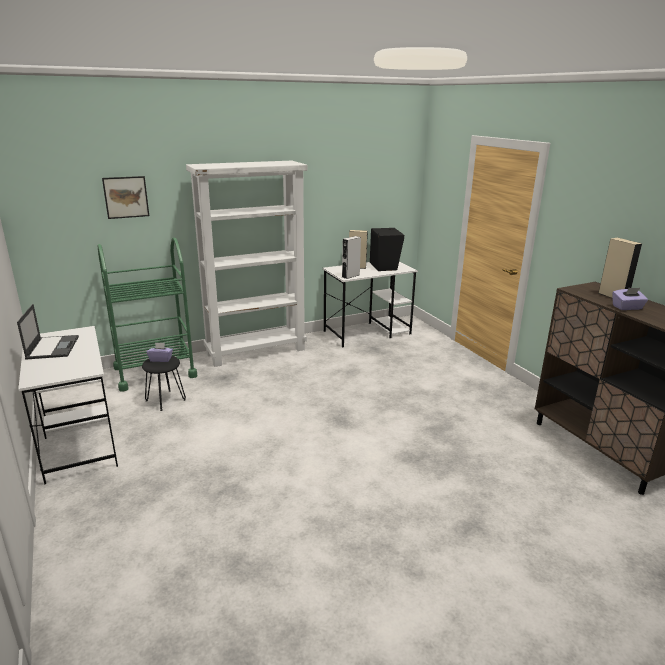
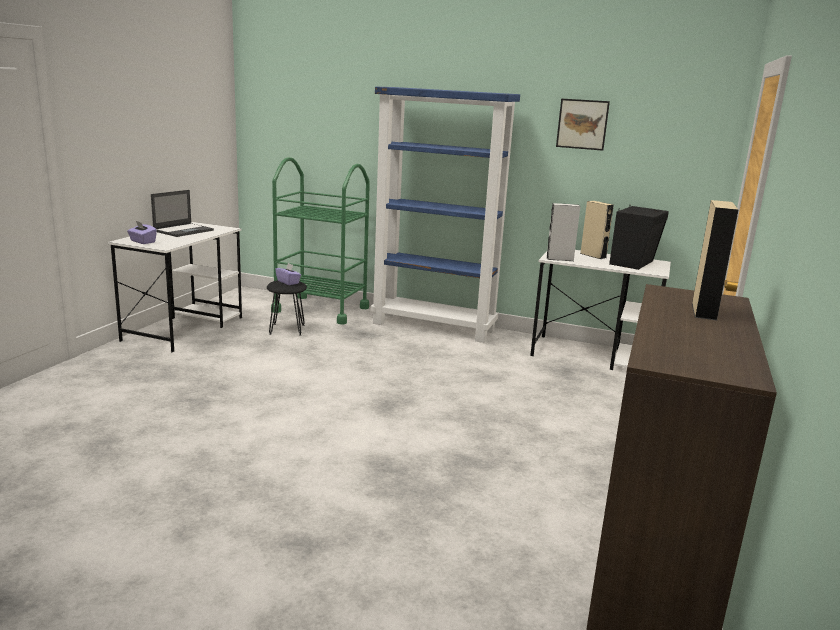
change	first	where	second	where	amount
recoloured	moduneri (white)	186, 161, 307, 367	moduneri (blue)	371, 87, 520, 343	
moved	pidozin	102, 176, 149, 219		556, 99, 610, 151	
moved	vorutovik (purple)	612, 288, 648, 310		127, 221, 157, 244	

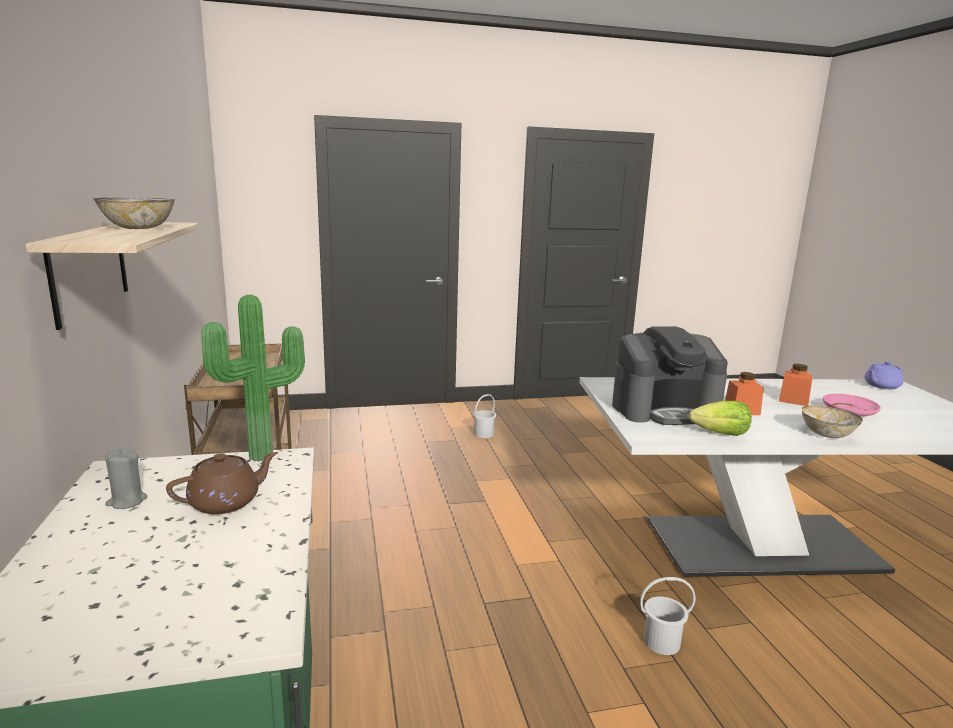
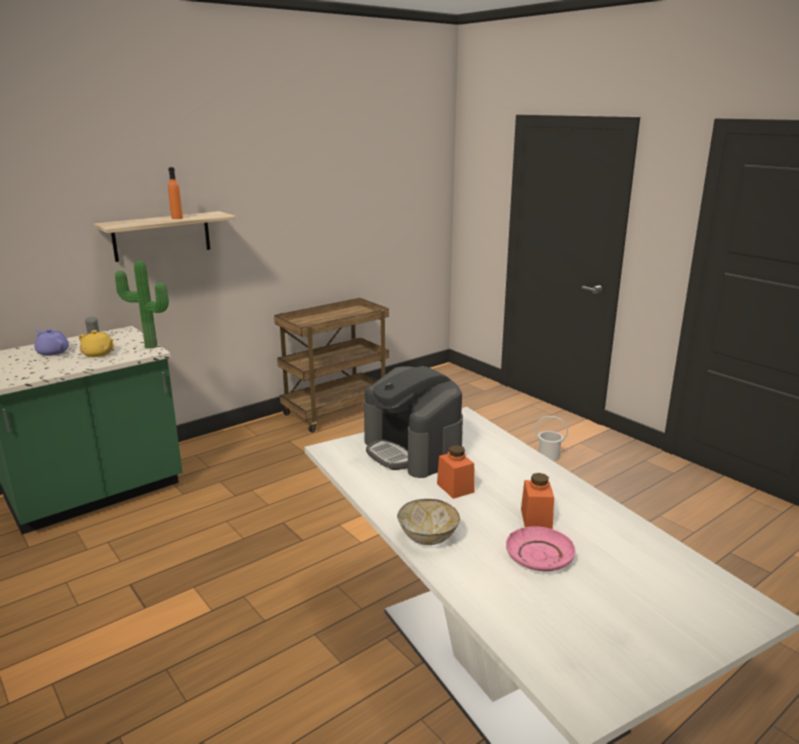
change	first	where	second	where	amount
replaced	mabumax	93, 197, 175, 229	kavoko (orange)	168, 167, 183, 219	
moved	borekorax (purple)	865, 361, 904, 389		34, 329, 69, 356	
removed	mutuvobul	689, 401, 752, 436			
recoloured	borekorax (brown)	166, 452, 278, 515	borekorax (yellow)	79, 330, 114, 357	
removed	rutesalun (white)	640, 577, 695, 655			

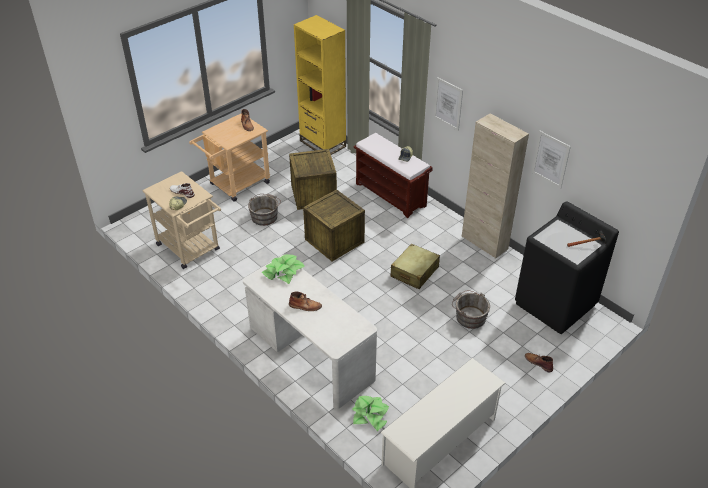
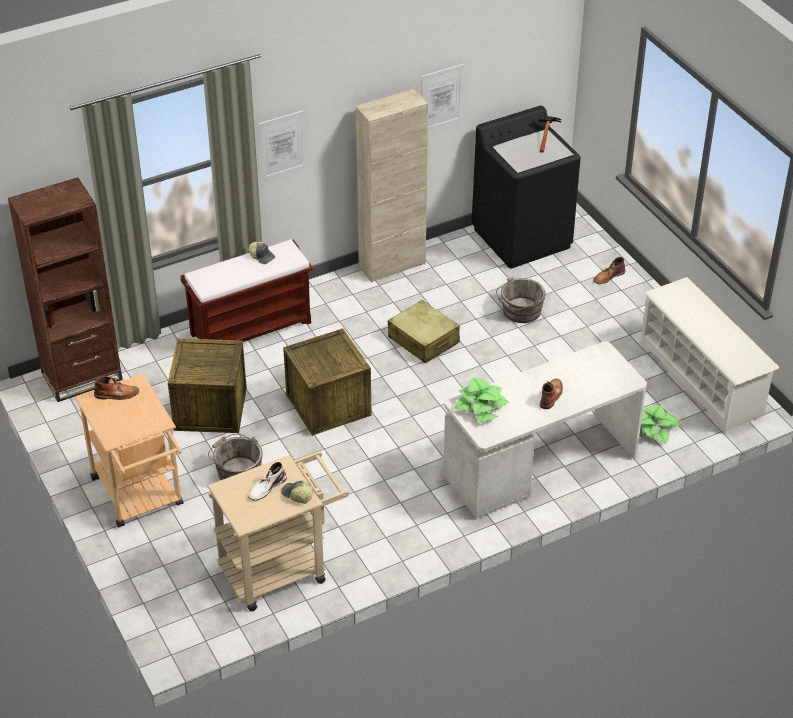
change	first	where	second	where	amount
recoloured	moduneri (yellow)	294, 15, 346, 155	moduneri (brown)	8, 178, 123, 402	

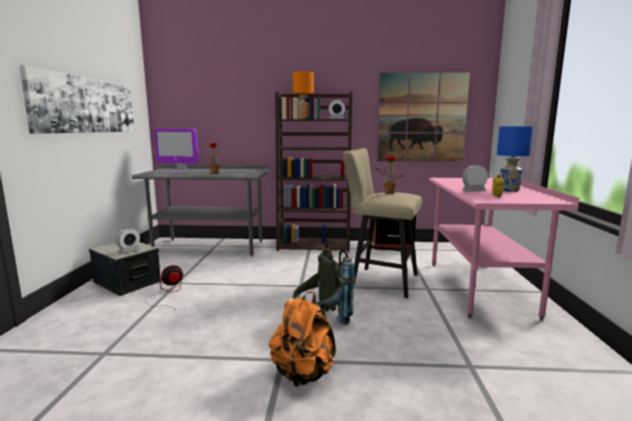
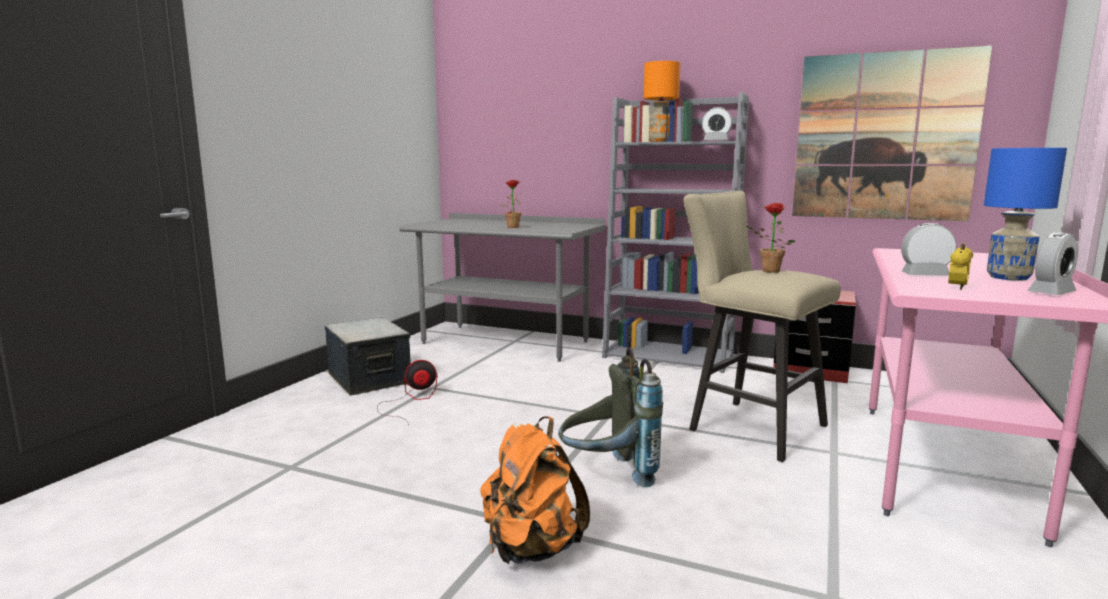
change	first	where	second	where	amount
removed	pidozin	19, 65, 134, 134			
recoloured	moduneri (brown)	275, 92, 352, 252	moduneri (grey)	602, 92, 749, 373	
removed	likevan	154, 129, 199, 173			
moved	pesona	116, 228, 140, 254		1028, 233, 1078, 295	

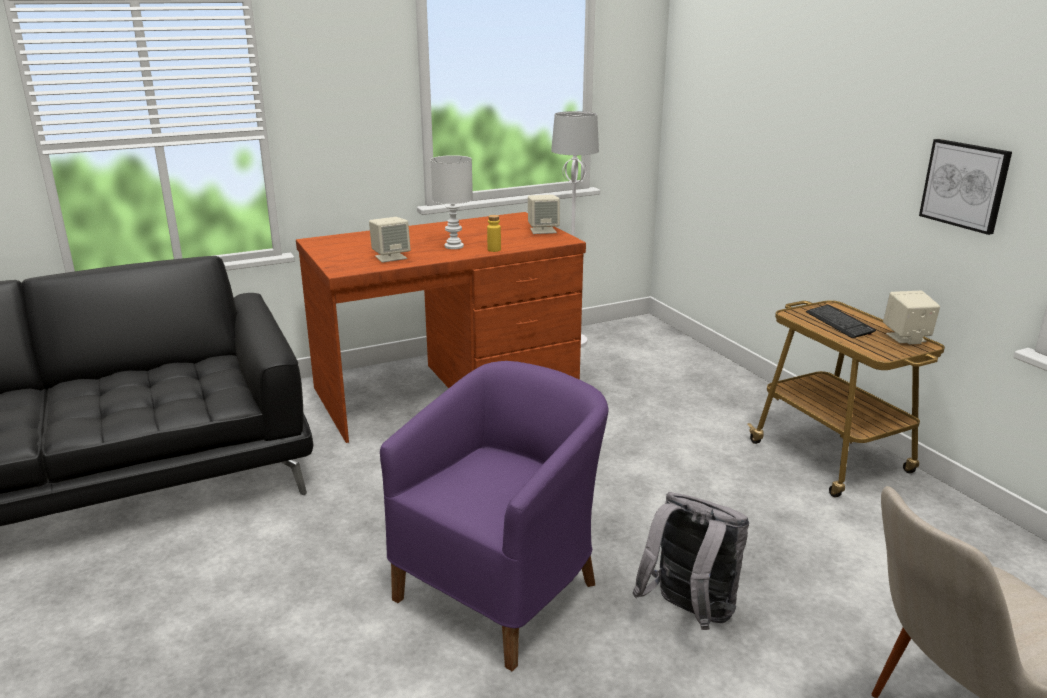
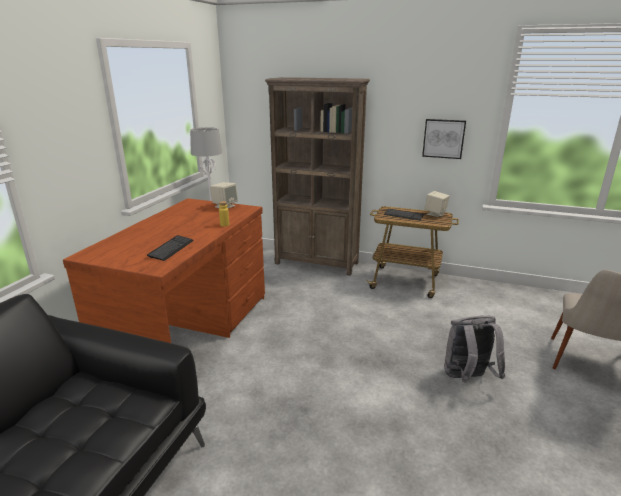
change	first	where	second	where	amount
removed	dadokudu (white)	430, 155, 473, 249			
replaced	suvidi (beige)	369, 217, 411, 263	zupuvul	147, 235, 194, 261	
removed	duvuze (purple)	380, 361, 609, 671			
added			moduneri (brown)	265, 77, 370, 276	

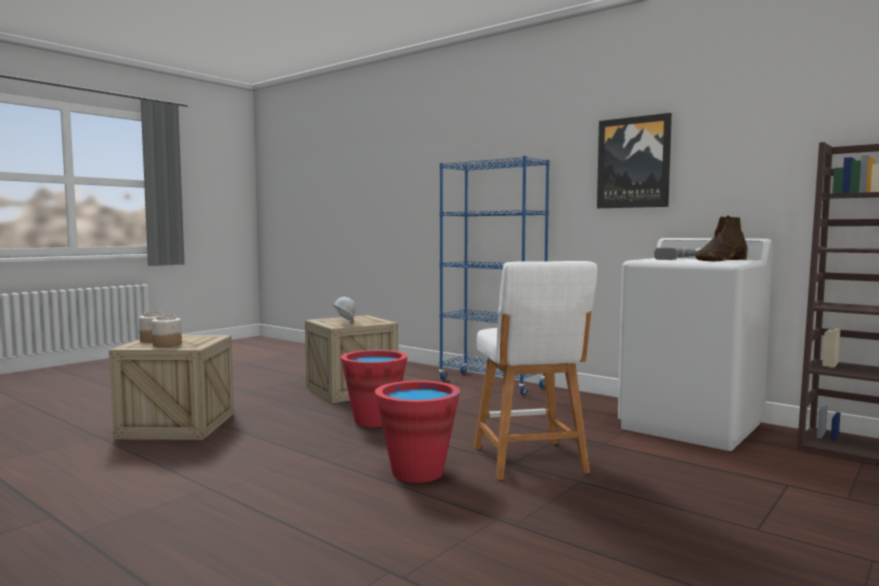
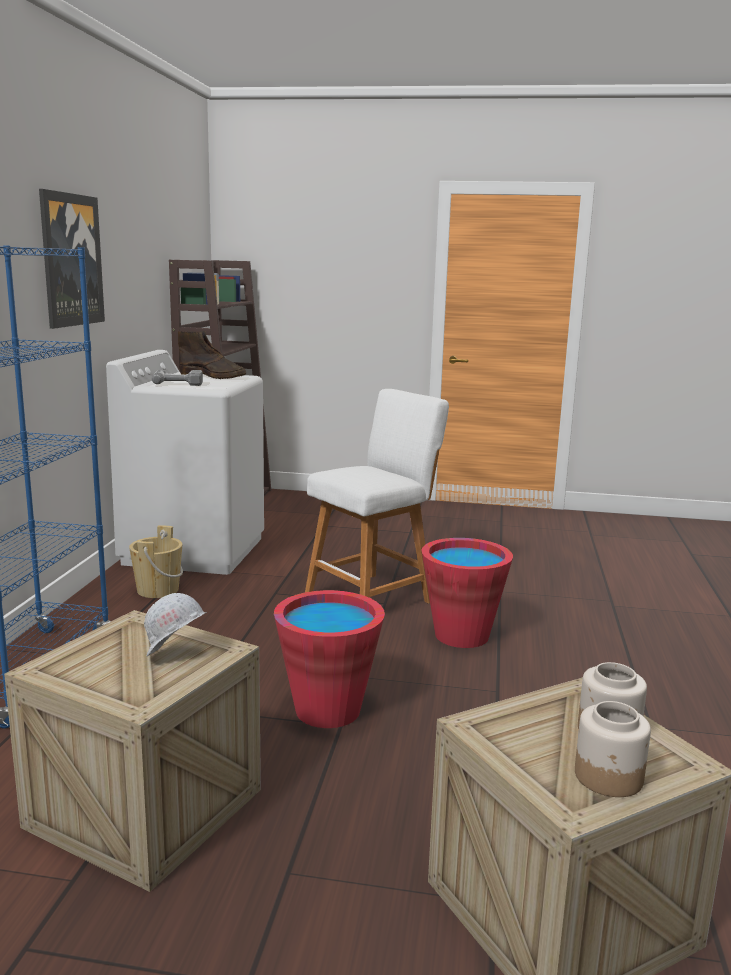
change	first	where	second	where	amount
added			rutesalun (beige)	129, 525, 183, 598	

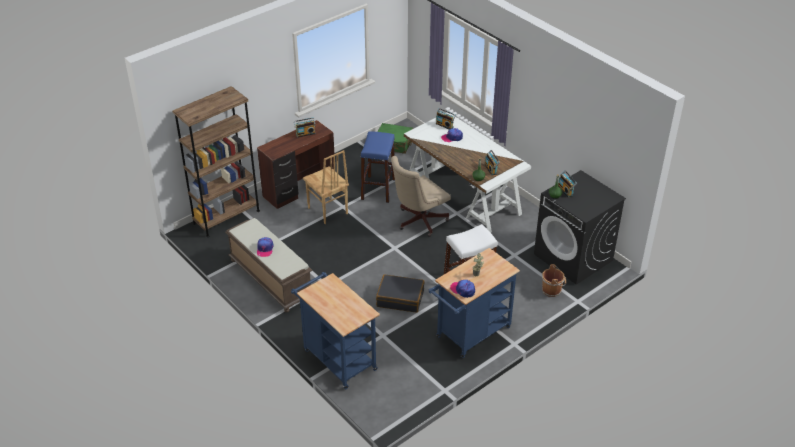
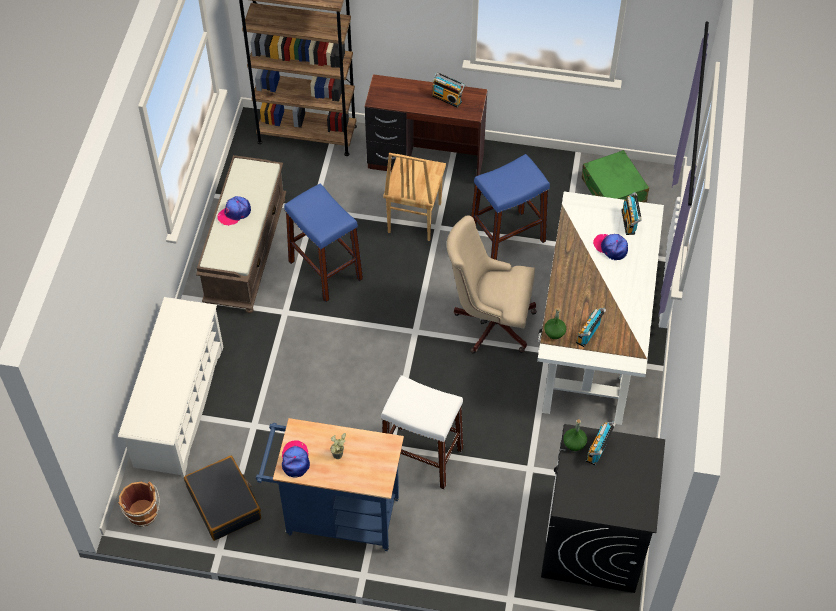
change	first	where	second	where	amount
moved	rutesalun (brown)	542, 264, 566, 297		118, 481, 160, 527	
replaced	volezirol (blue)	291, 272, 380, 389	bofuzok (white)	118, 297, 223, 478	
moved	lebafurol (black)	376, 274, 425, 313		184, 456, 261, 541	
added			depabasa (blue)	284, 183, 363, 302	

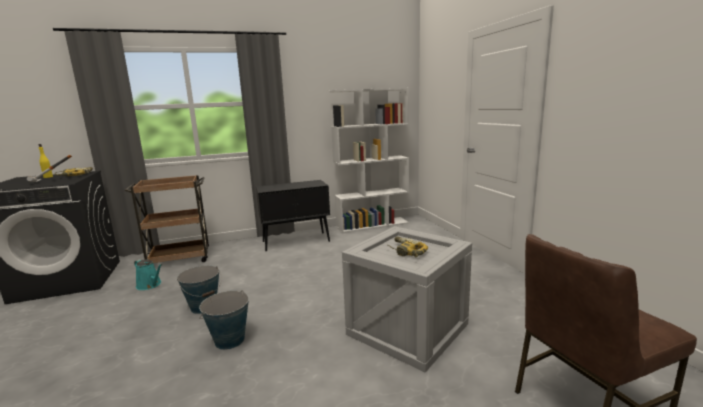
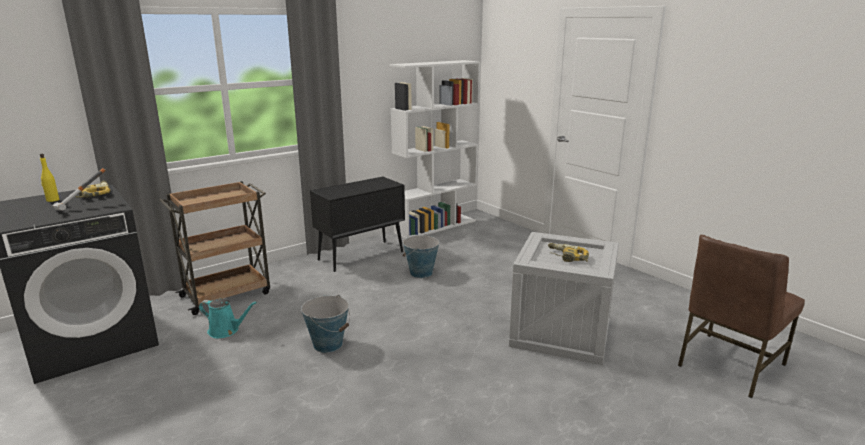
change	first	where	second	where	amount
moved	rutesalun	199, 290, 249, 350		403, 234, 439, 278	

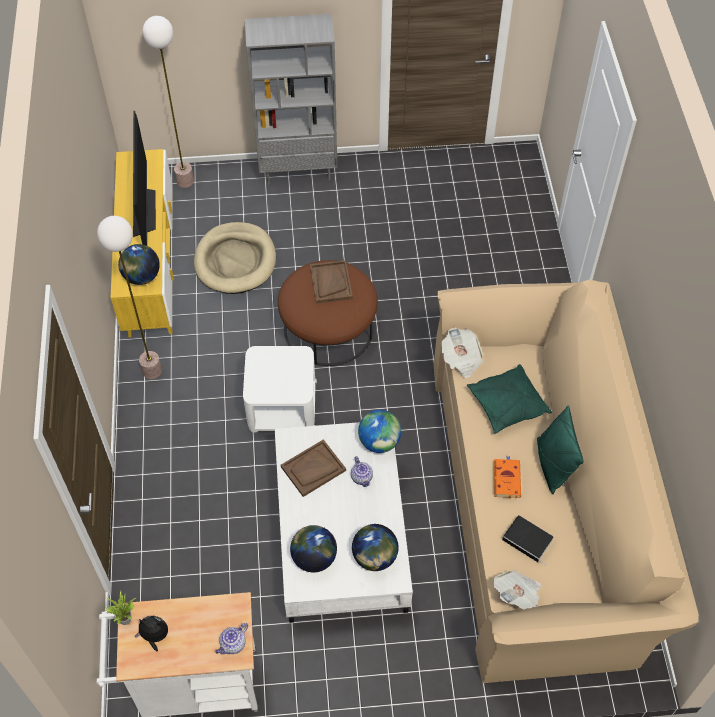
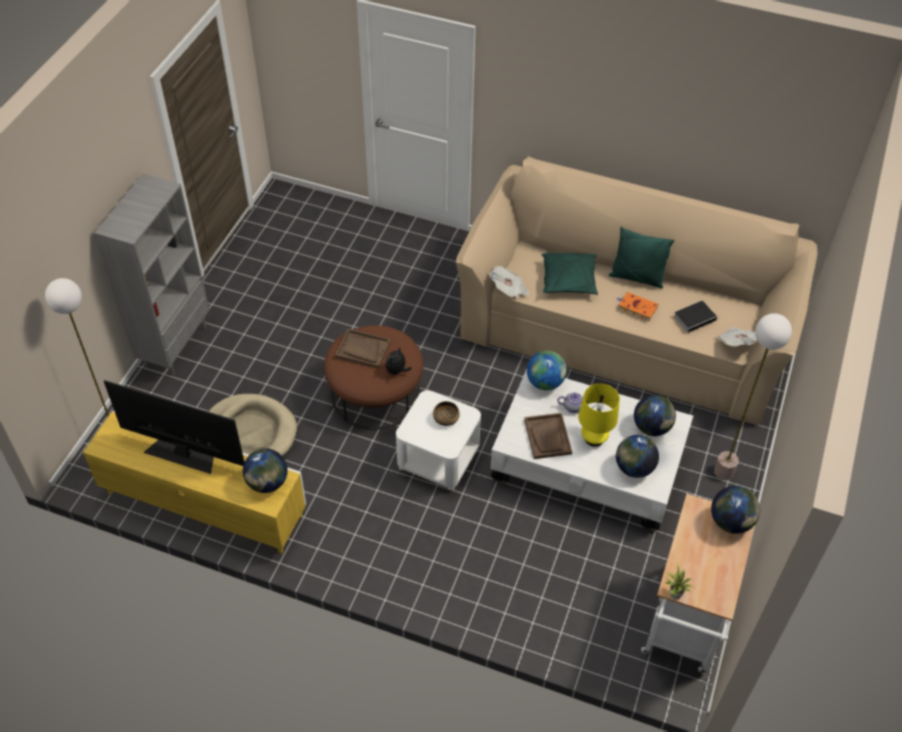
change	first	where	second	where	amount
moved	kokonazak	97, 216, 162, 379		714, 313, 792, 480	
moved	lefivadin	135, 616, 168, 651		385, 347, 412, 376	
replaced	borekorax	215, 623, 248, 654	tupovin	711, 486, 760, 534	
added			dadokudu (yellow)	578, 384, 620, 447	
added			mabumax	433, 401, 460, 426	

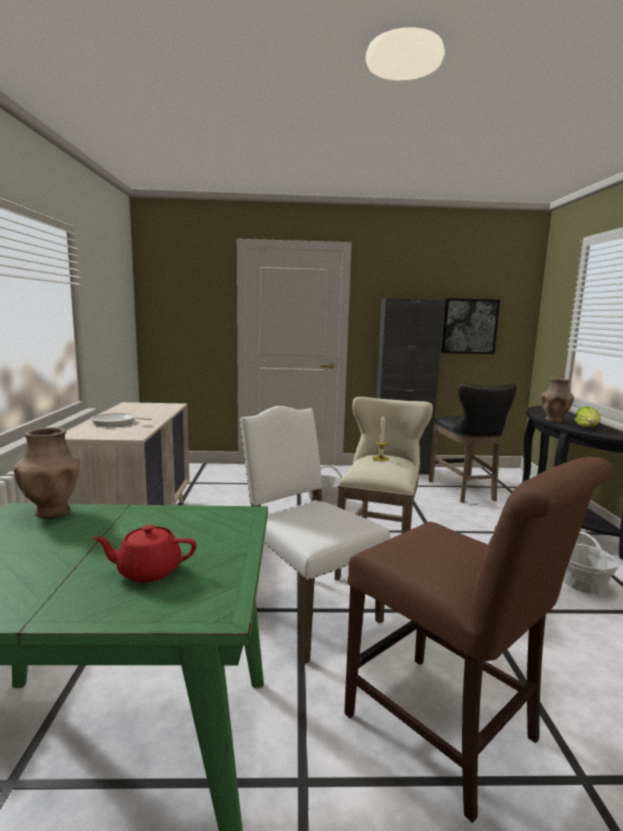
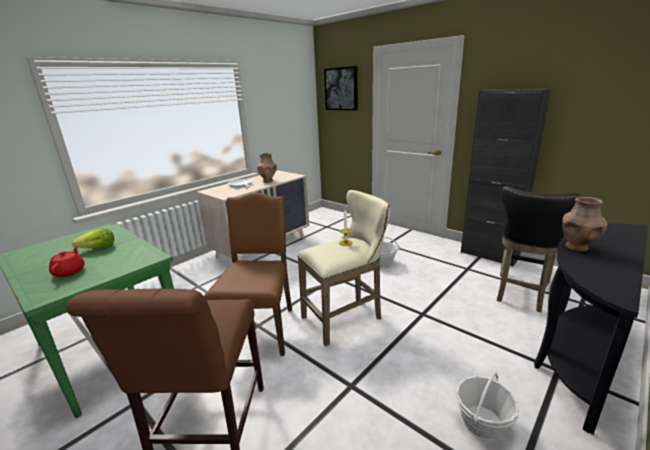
change	first	where	second	where	amount
moved	pidozin	441, 298, 500, 354		324, 66, 358, 110	
recoloured	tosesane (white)	239, 406, 390, 664	tosesane (brown)	204, 192, 292, 356	
moved	mutuvobul	575, 406, 601, 427		72, 228, 114, 248	
moved	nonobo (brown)	14, 427, 80, 519		257, 153, 277, 183	
turned	borekorax (red)	93, 525, 197, 582		49, 246, 85, 277	45 degrees clockwise

